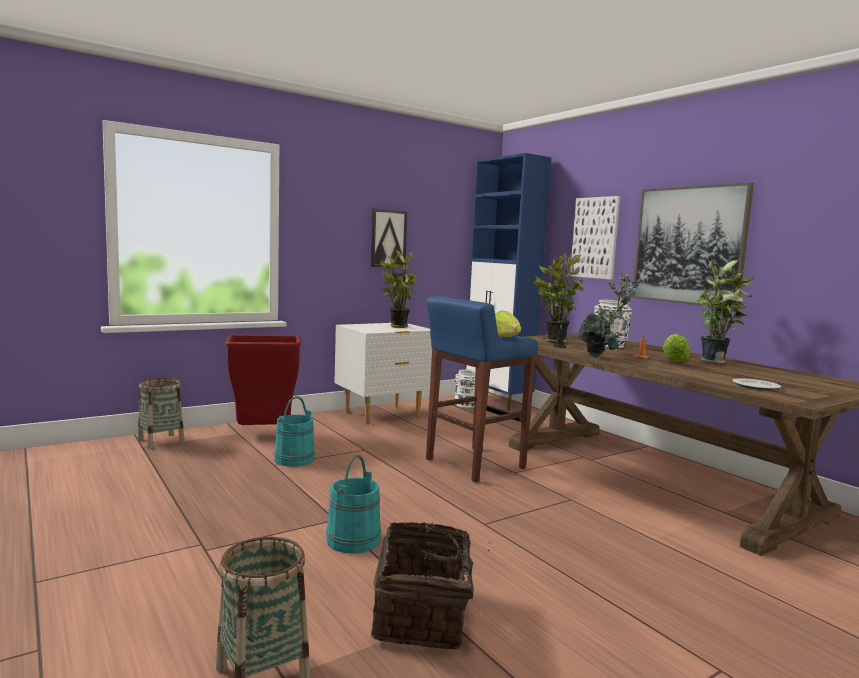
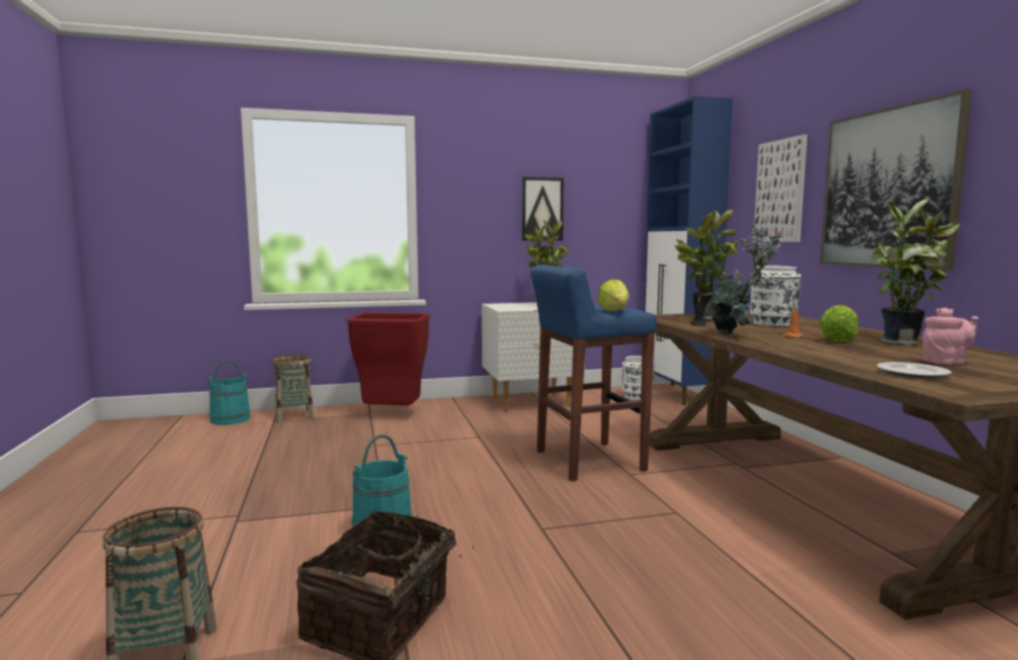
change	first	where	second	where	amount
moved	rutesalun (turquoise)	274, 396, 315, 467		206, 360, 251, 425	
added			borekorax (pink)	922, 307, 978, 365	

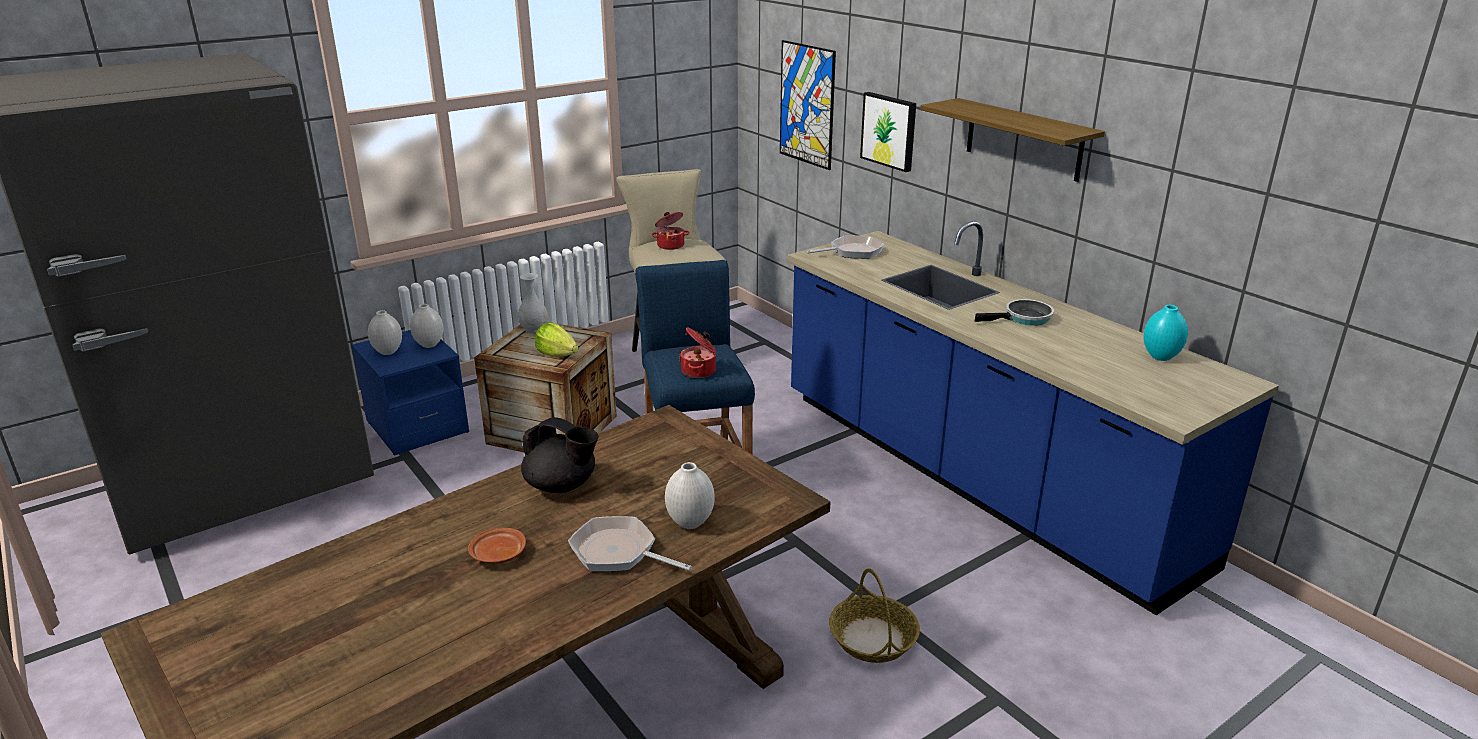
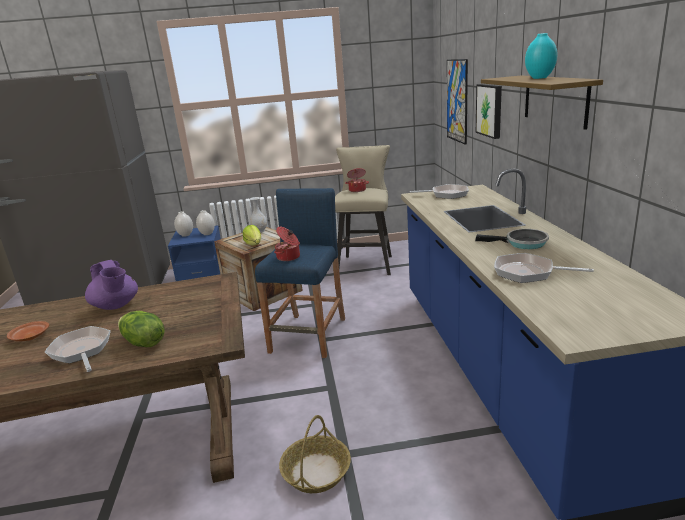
change	first	where	second	where	amount
moved	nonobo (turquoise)	1144, 305, 1188, 361		525, 33, 558, 79	
recoloured	borekorax (black)	521, 417, 599, 493	borekorax (purple)	85, 260, 138, 310	
replaced	nonobo (white)	665, 462, 715, 529	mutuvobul	118, 311, 165, 347	
added			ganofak	494, 253, 594, 283	

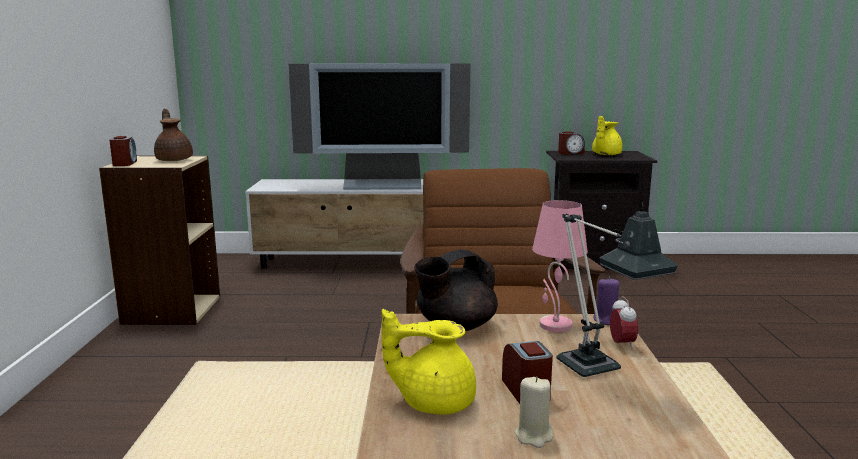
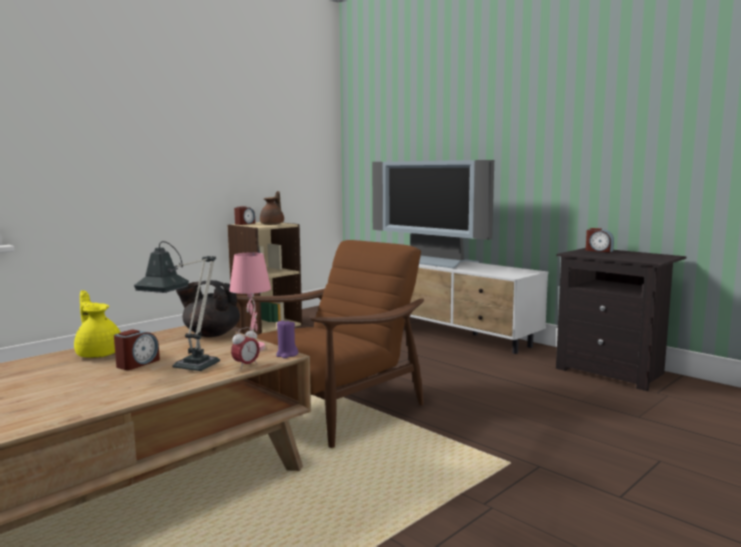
change	first	where	second	where	amount
removed	borekorax (yellow)	592, 116, 623, 155			
removed	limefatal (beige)	515, 376, 553, 448			

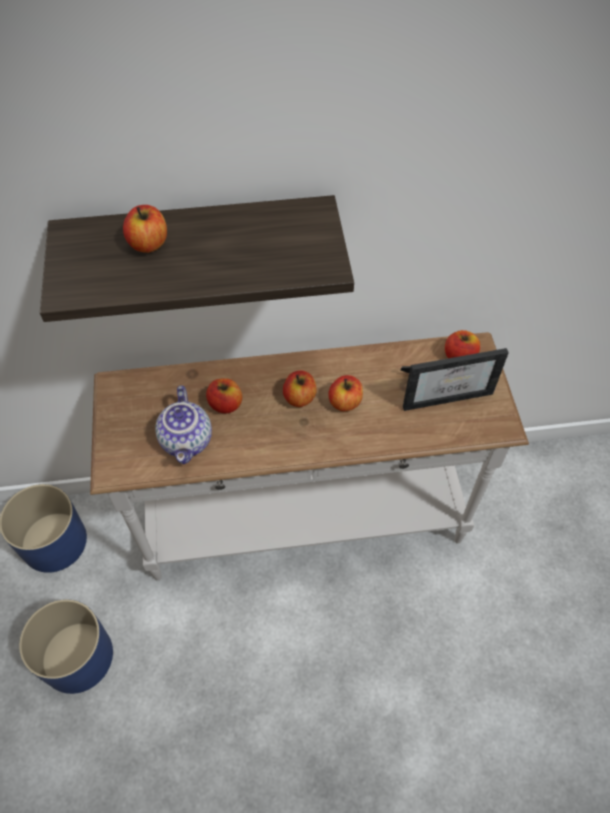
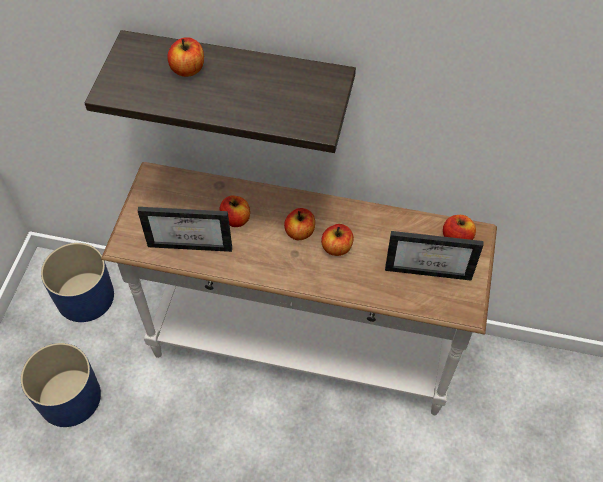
change	first	where	second	where	amount
replaced	borekorax	155, 385, 212, 464	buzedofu	137, 207, 232, 252	

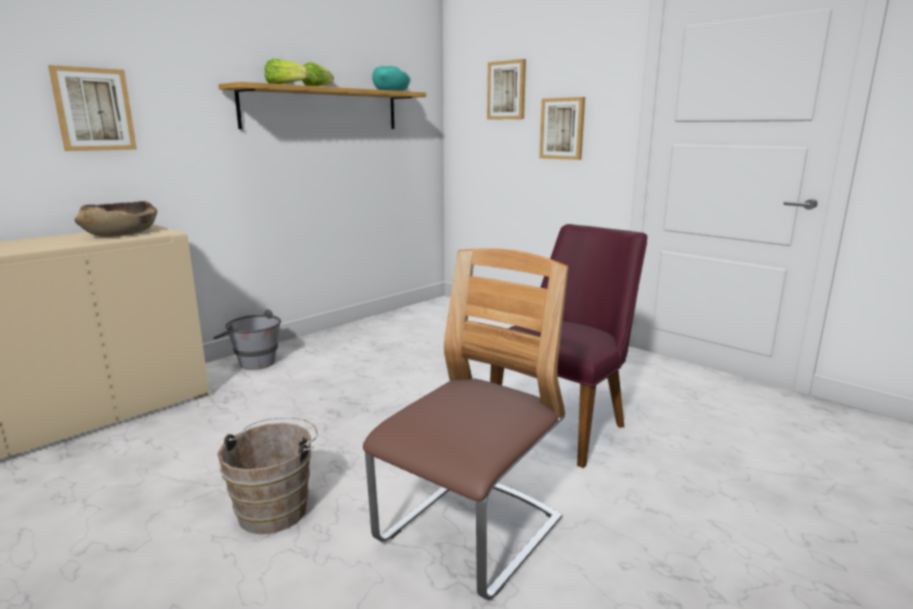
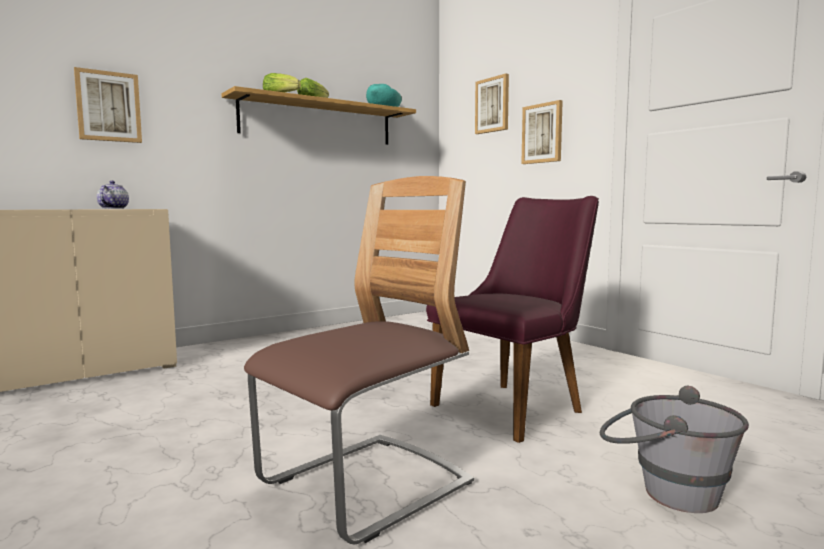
change	first	where	second	where	amount
replaced	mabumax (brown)	75, 201, 157, 237	borekorax	97, 181, 129, 209	
moved	rutesalun (grey)	213, 309, 281, 370		600, 386, 749, 513	
removed	rutesalun (brown)	217, 417, 318, 534			

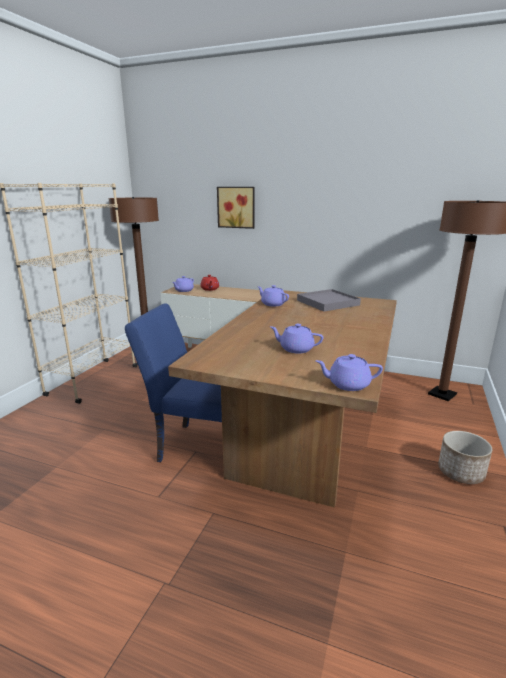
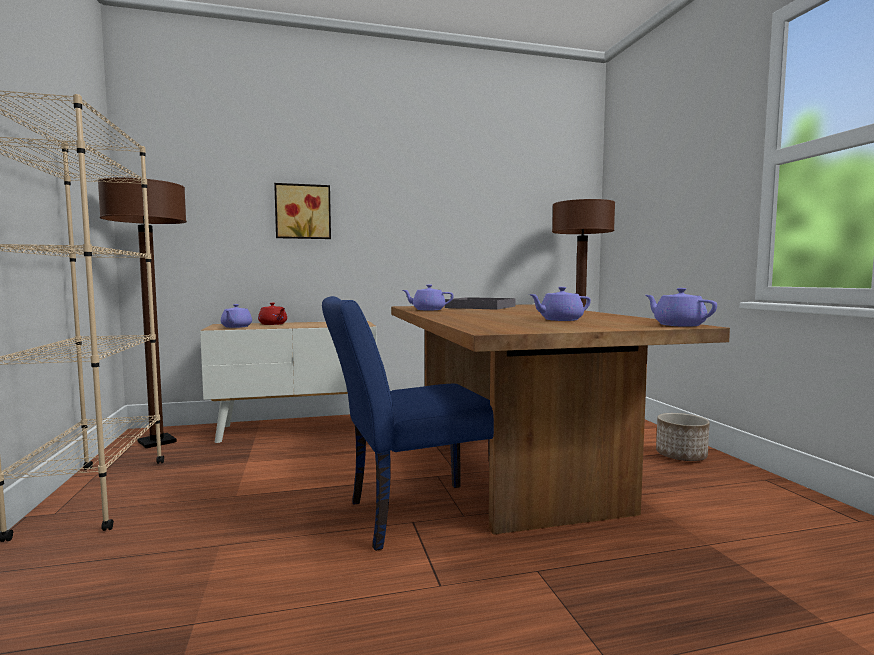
change	first	where	second	where	amount
turned	borekorax (purple)	316, 354, 383, 391		646, 288, 717, 327	90 degrees clockwise

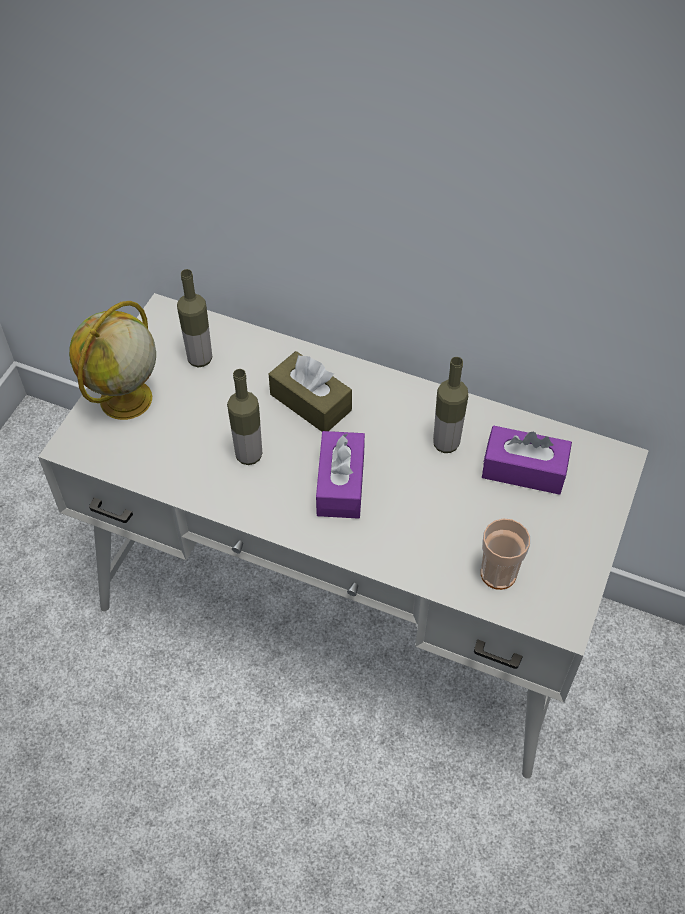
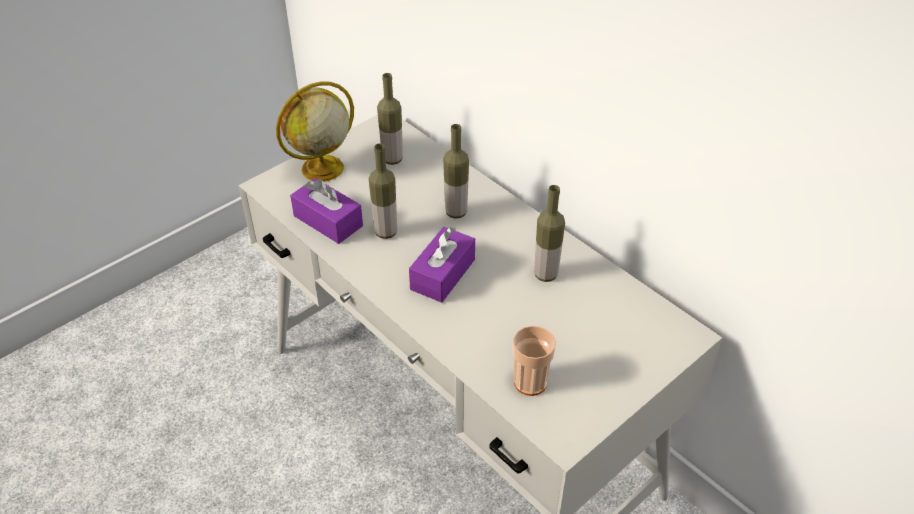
change	first	where	second	where	amount
replaced	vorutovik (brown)	269, 351, 352, 432	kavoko	443, 124, 469, 219	
moved	vorutovik (purple)	482, 426, 572, 495		290, 178, 363, 244	

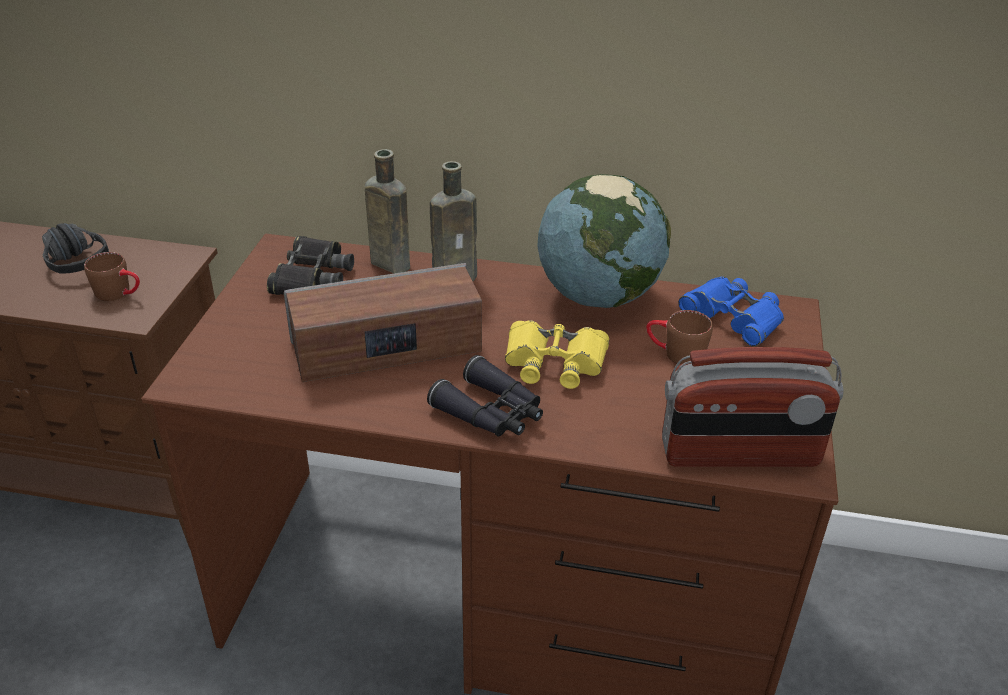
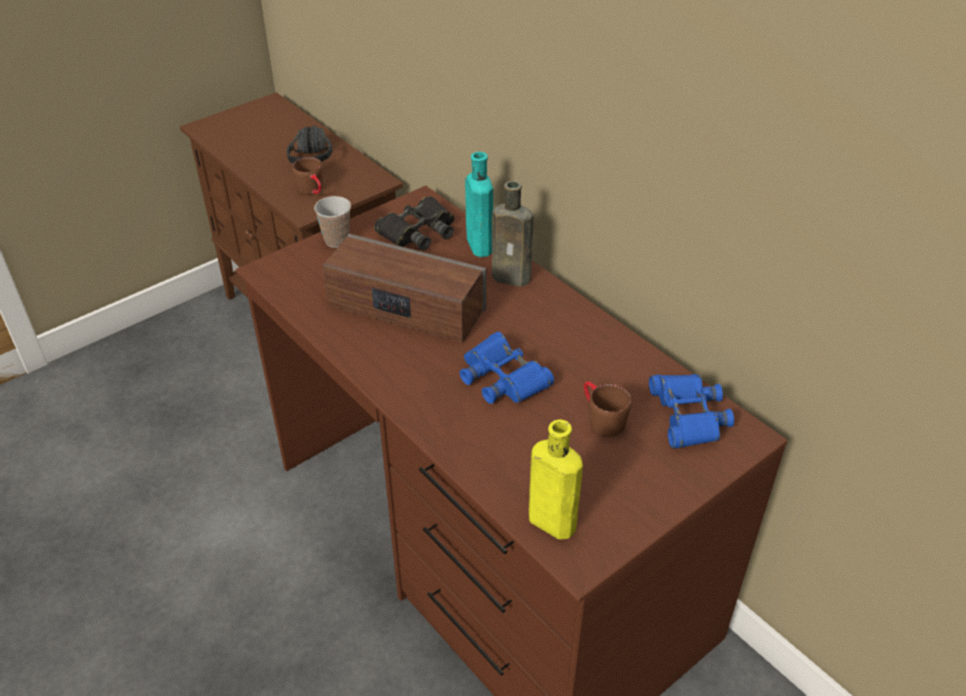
change	first	where	second	where	amount
recoloured	kavoko (brown)	365, 149, 410, 273	kavoko (turquoise)	465, 152, 493, 257	
removed	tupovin	537, 174, 671, 308			
recoloured	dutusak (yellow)	505, 320, 609, 389	dutusak (blue)	460, 332, 554, 404	
replaced	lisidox	662, 347, 844, 467	kavoko (yellow)	529, 419, 583, 539	
removed	dutusak (black)	427, 355, 543, 437			
added			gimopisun	314, 196, 351, 248	

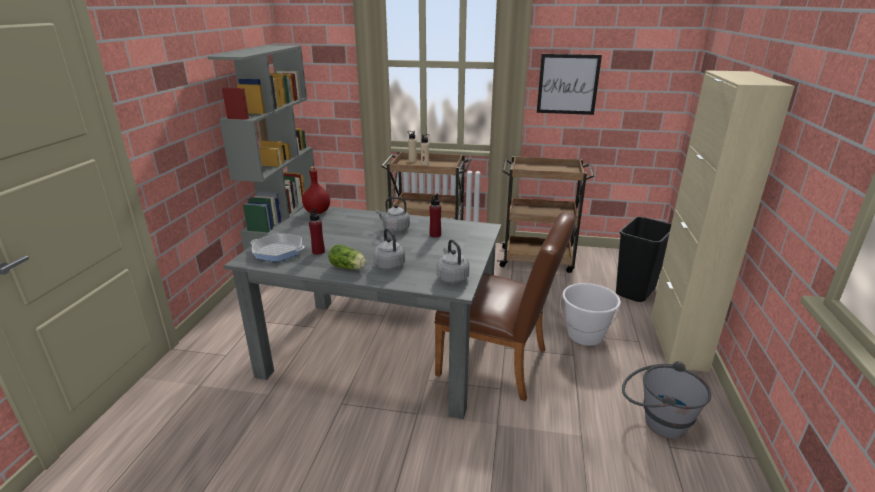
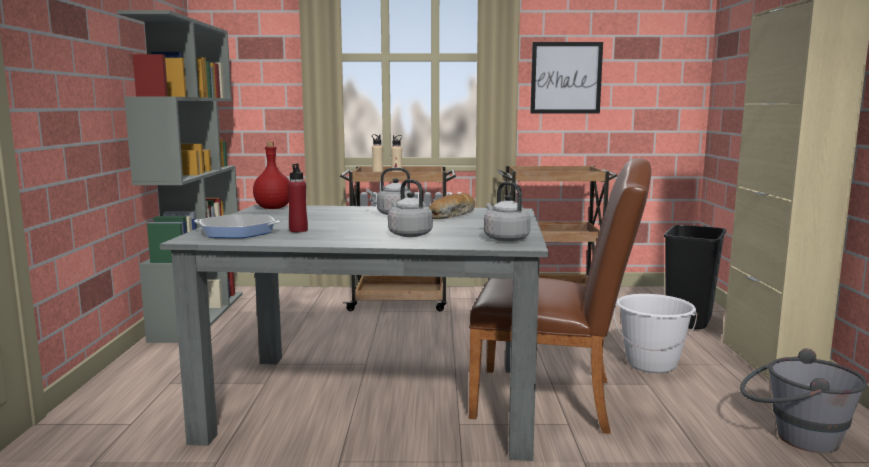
change	first	where	second	where	amount
replaced	kavoko (red)	429, 194, 441, 238	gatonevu	429, 193, 475, 219	
removed	mutuvobul	328, 244, 367, 270			

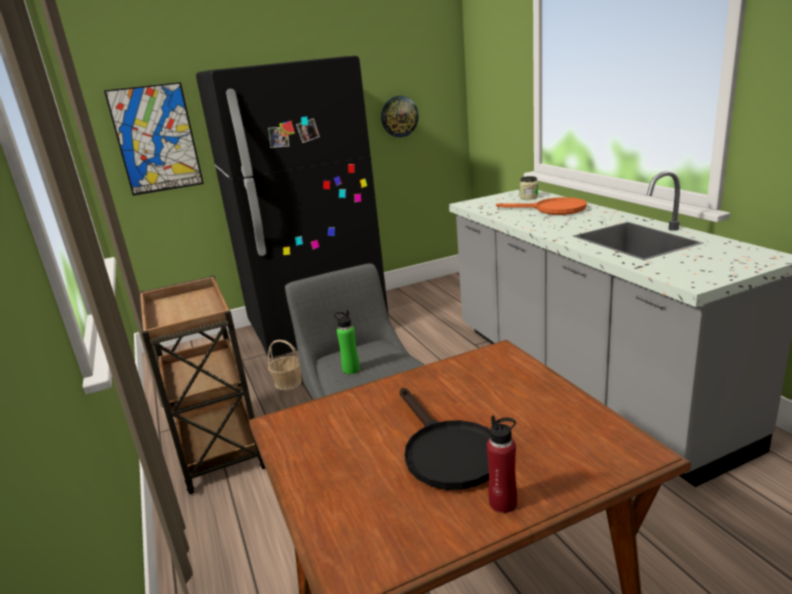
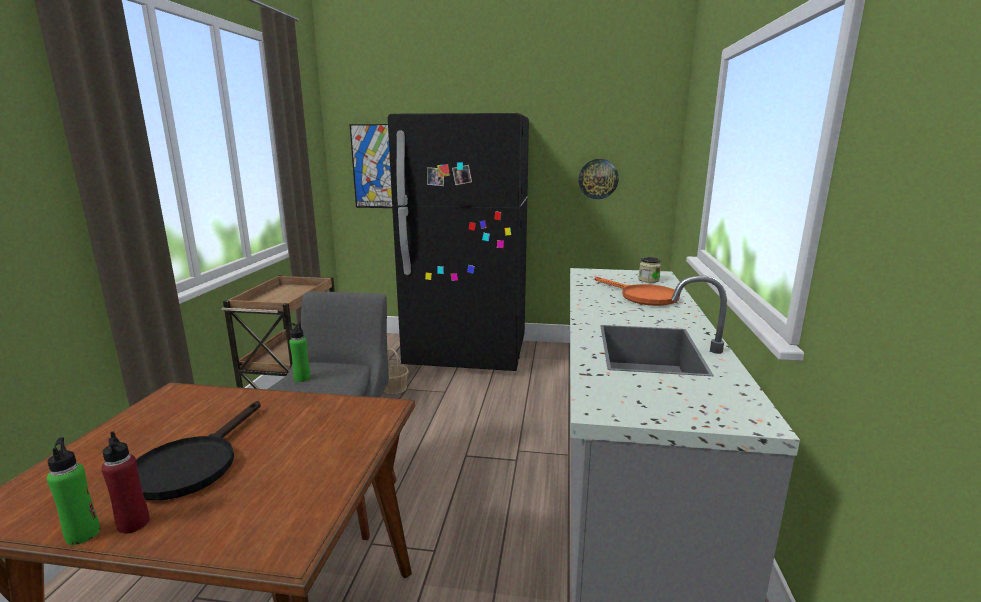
change	first	where	second	where	amount
added			kavoko (green)	47, 437, 100, 545	

